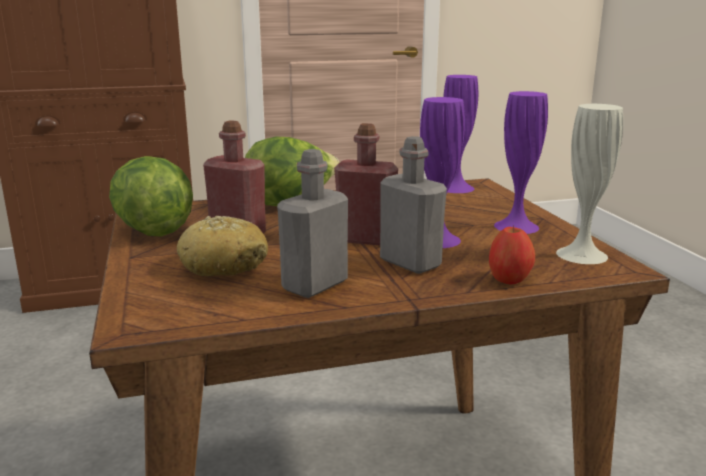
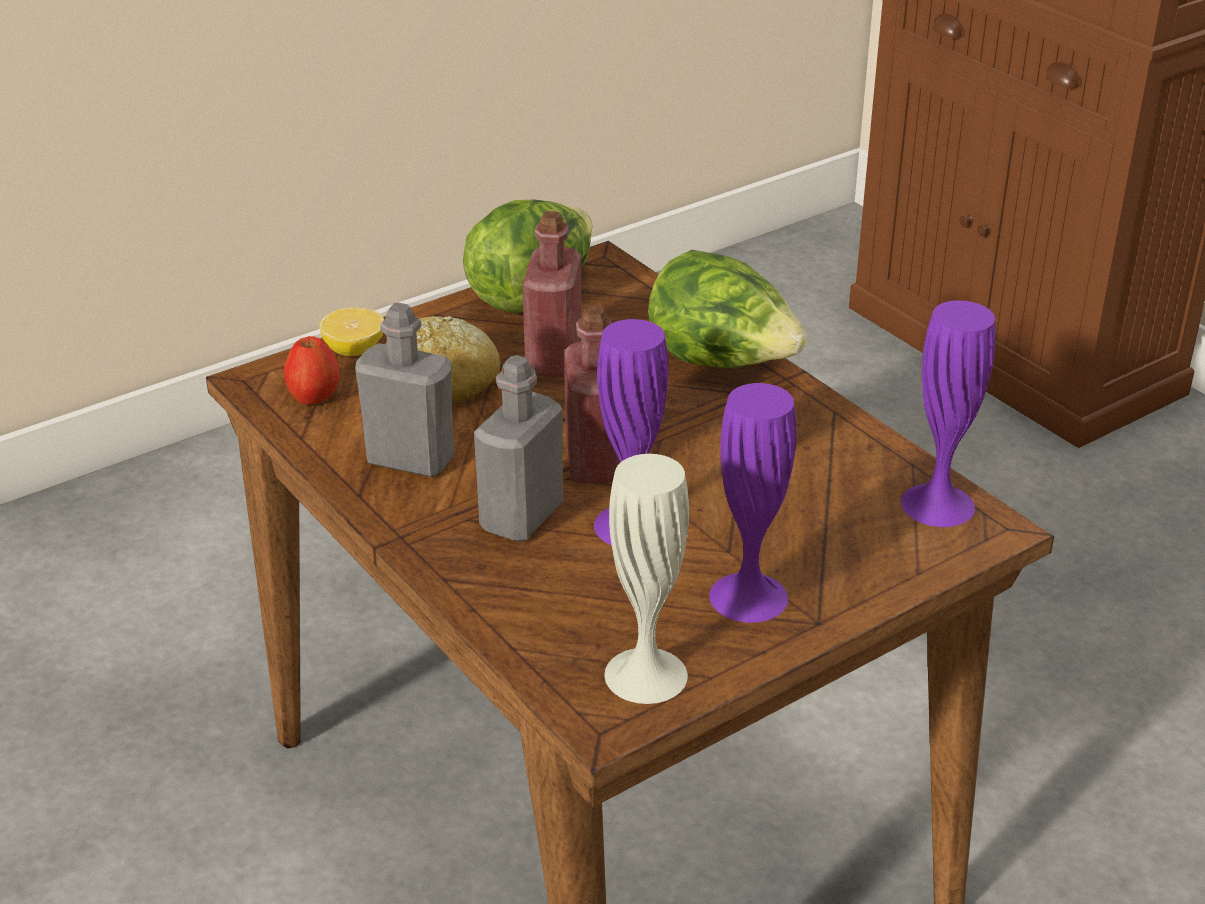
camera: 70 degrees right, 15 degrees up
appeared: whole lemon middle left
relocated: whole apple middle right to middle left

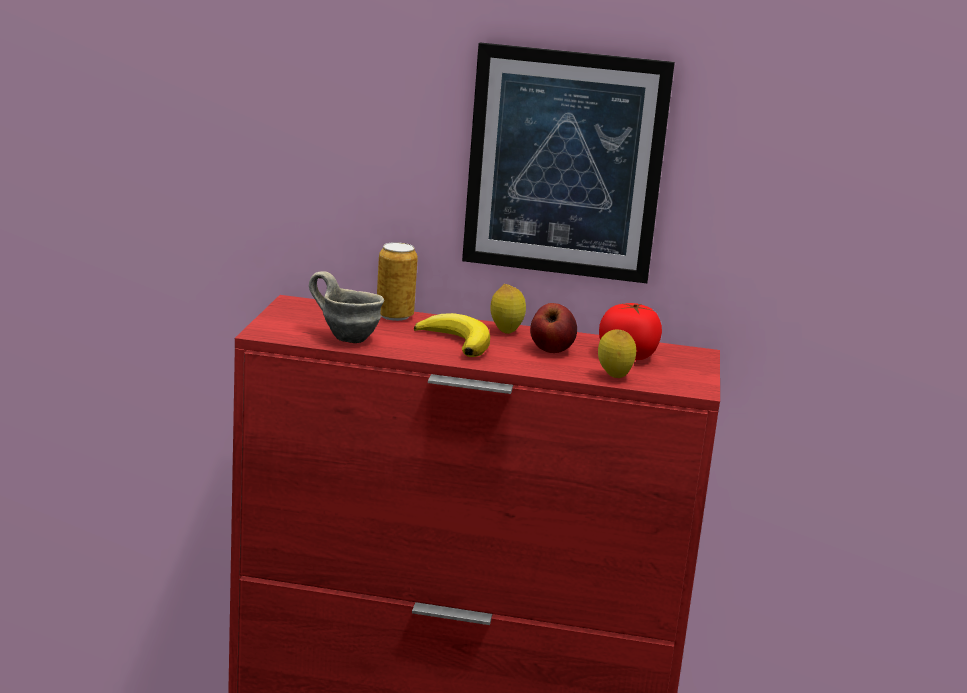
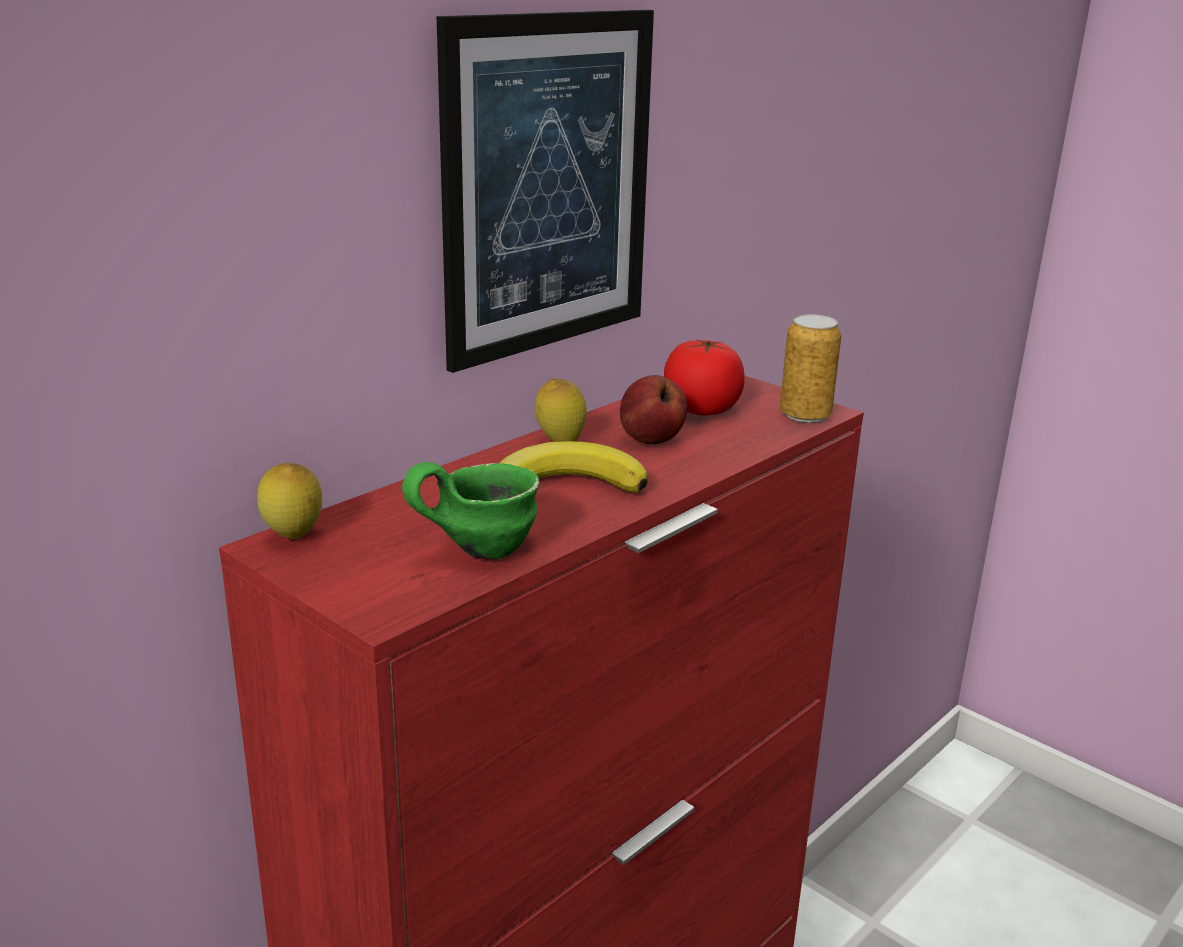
camera: 55 degrees left, 5 degrees up
relocated: can centre to middle right; whole lemon (no. 2 from left in the first image) centre to whole lemon (no. 1 from left) middle left
colour: grey mug centre to green mug centre

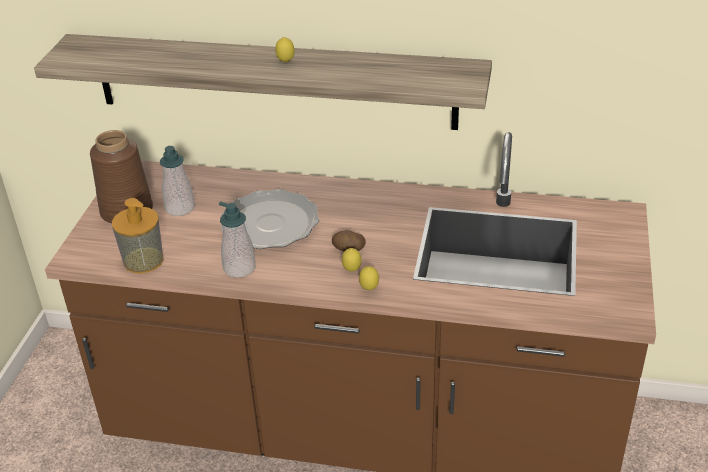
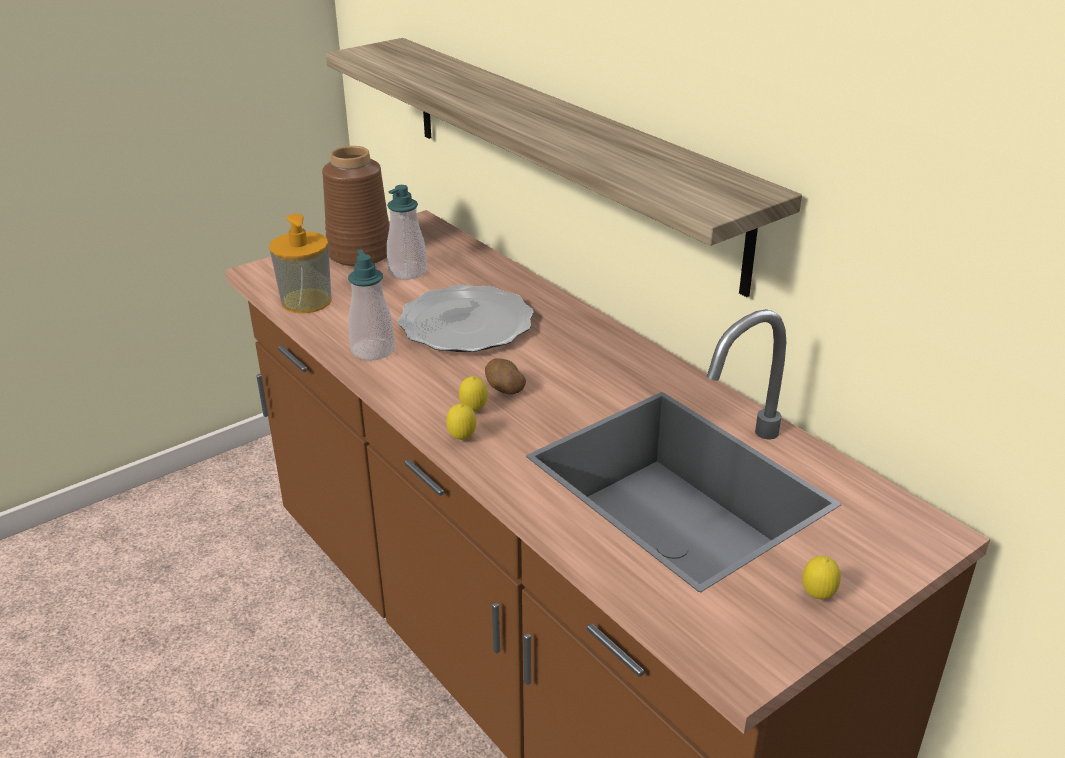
camera: 40 degrees right, 5 degrees down
relocated: whole lemon (no. 1 from left in the first image) top centre to whole lemon (no. 3 from left) bottom right

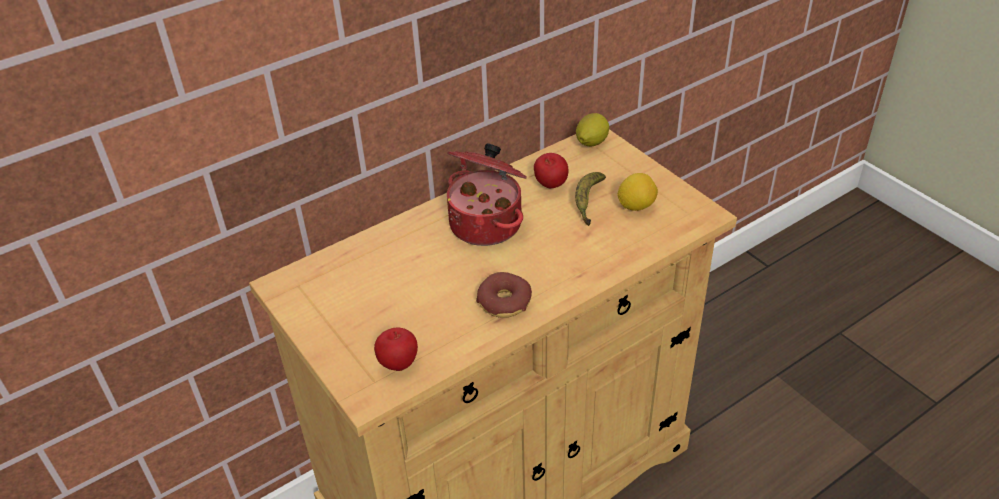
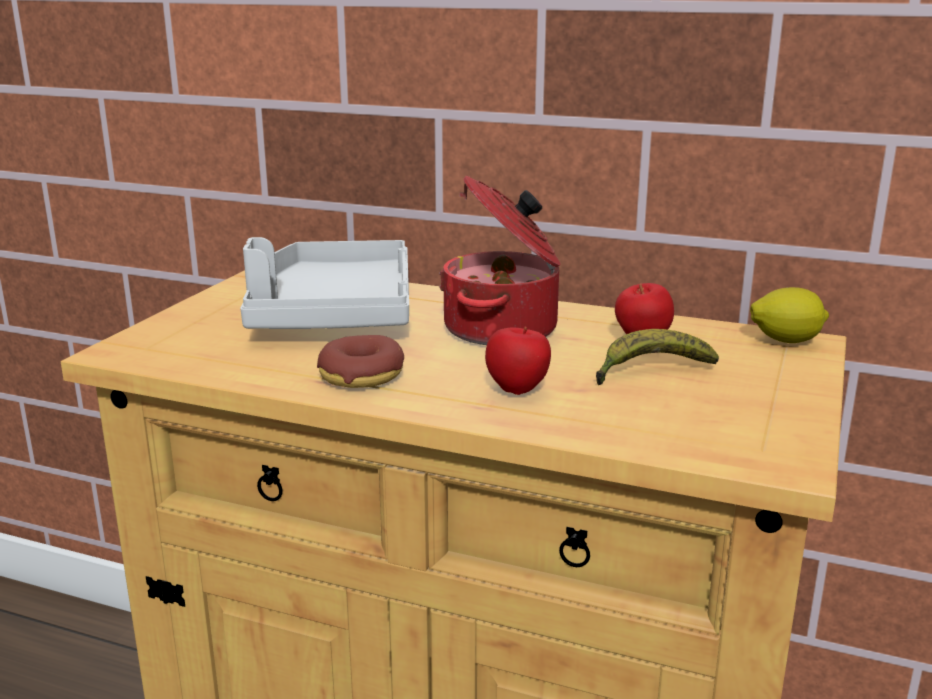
camera: 55 degrees right, 20 degrees down
missing: whole lemon (no. 2 from left) centre
appeared: grey tray centre
relocated: whole apple (no. 1 from left) bottom centre to centre

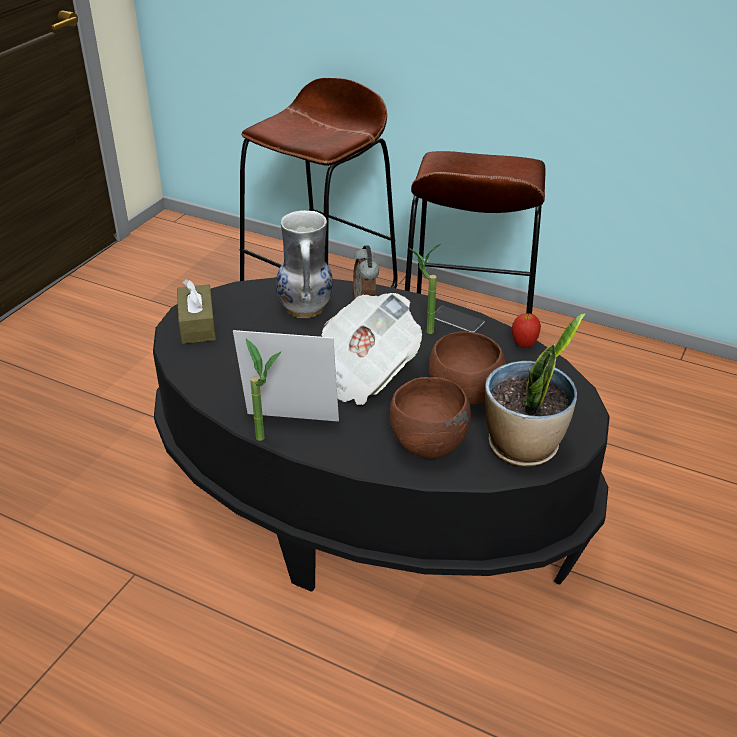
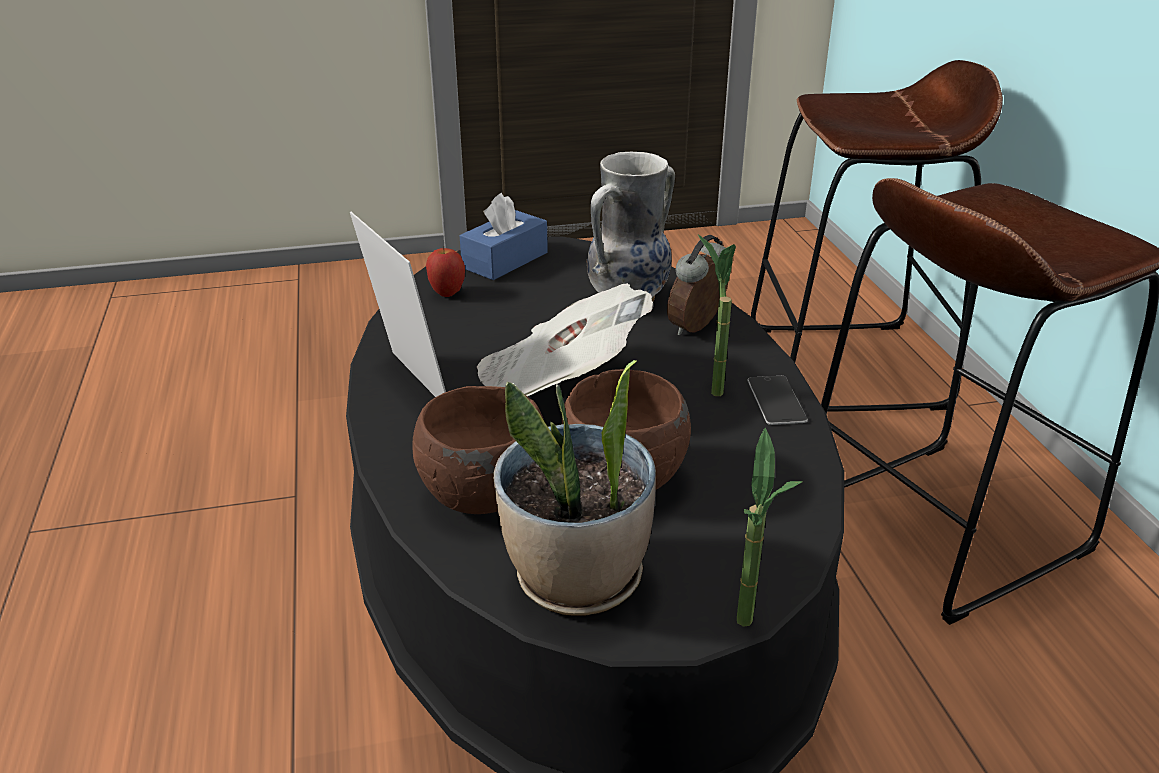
camera: 50 degrees right, 5 degrees down
relocated: houseplant (no. 1 from left in the first image) centre to houseplant (no. 3 from left) bottom centre; whole apple middle right to centre
colour: brown-coloured box of tissues middle left to blue-coloured box of tissues top centre

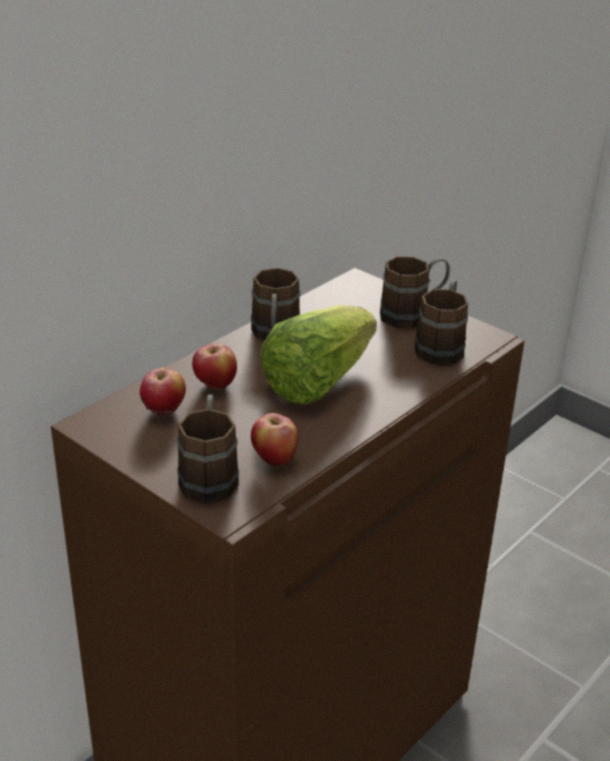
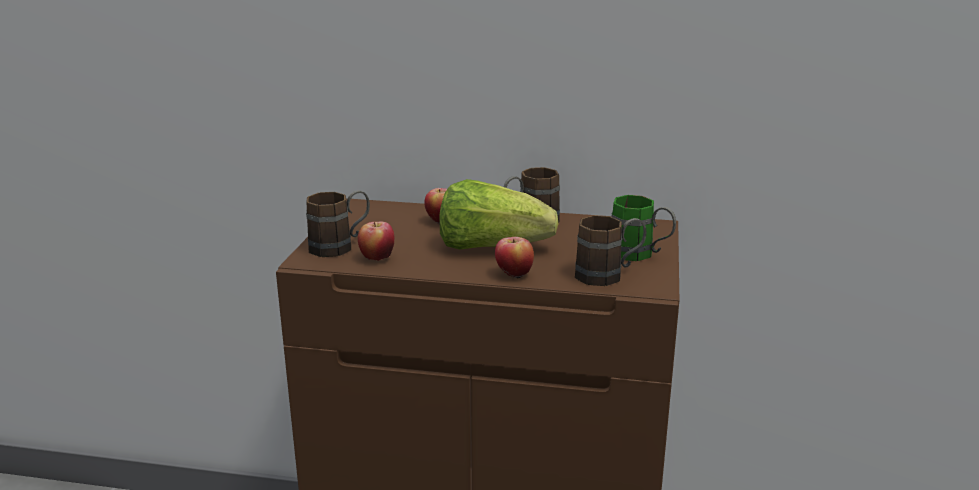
camera: 60 degrees right, 10 degrees down
relocated: whole apple (no. 1 from left in the first image) middle left to whole apple (no. 3 from left) centre
colour: brown-coloured mug (no. 3 from left) middle right to green mug centre

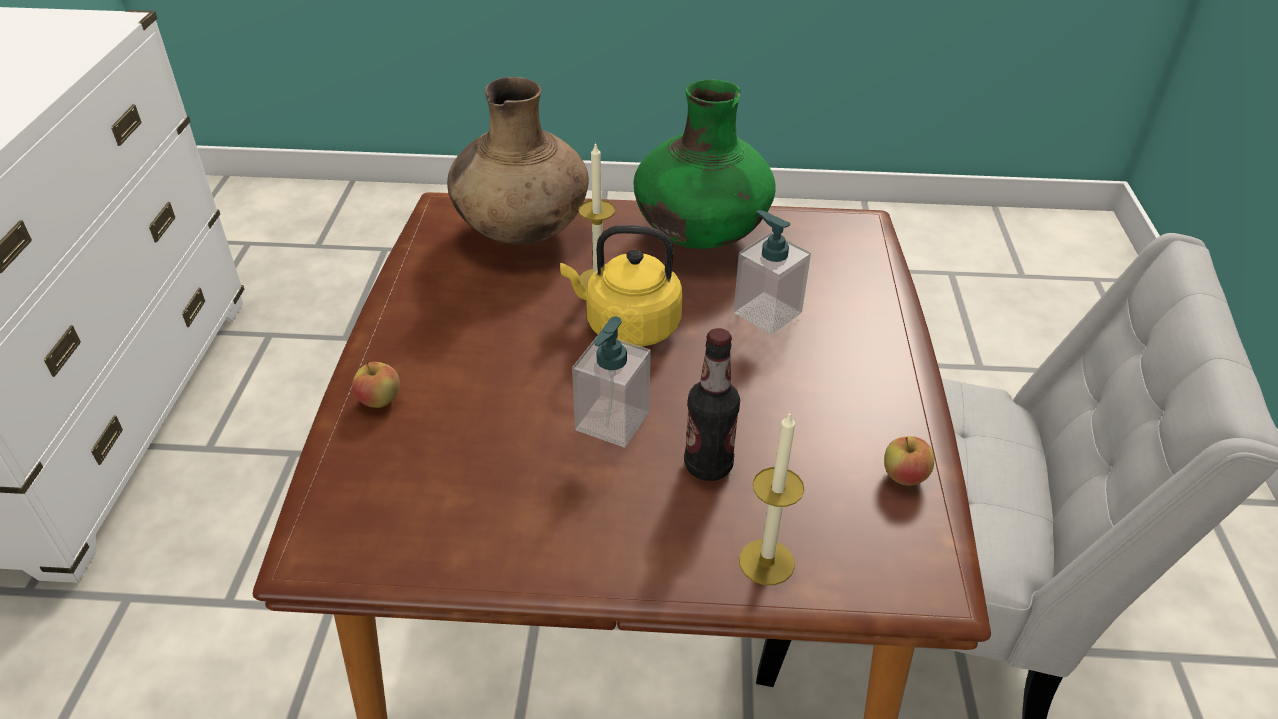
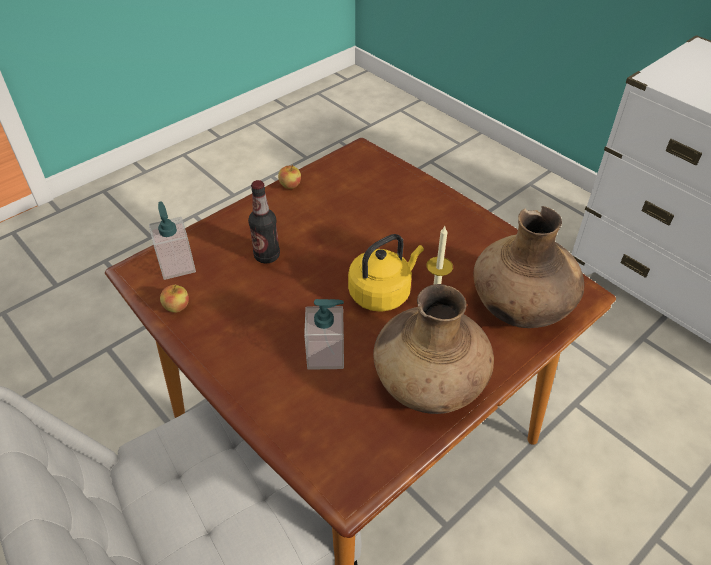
camera: 135 degrees right, 5 degrees up
missing: candle (no. 2 from left) bottom centre
relocated: whole apple (no. 1 from left in the first image) middle left to whole apple (no. 2 from left) top centre; soap dispenser (no. 1 from left) centre to middle left
colour: green vase top centre to brown-coloured vase (no. 1 from left) centre

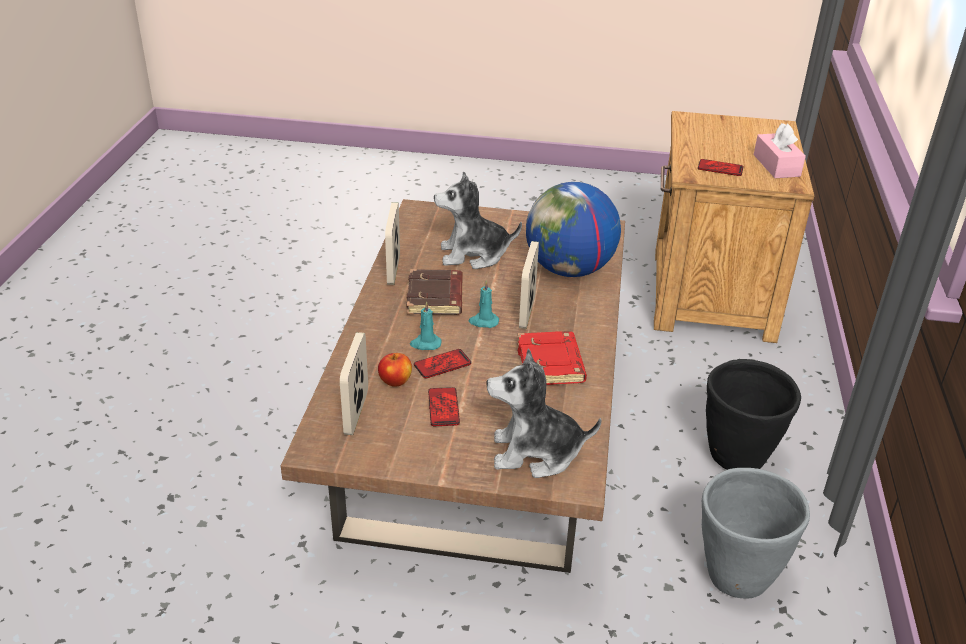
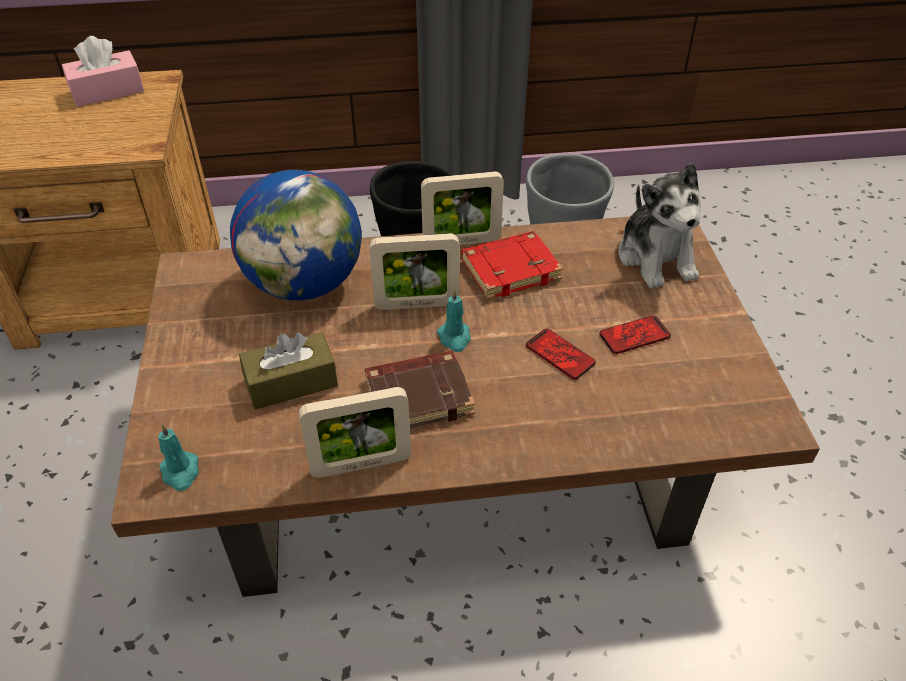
camera: 105 degrees left, 10 degrees up
missing: whole apple centre; phone (no. 3 from left) top right
relocated: picture frame (no. 1 from left in the first image) centre to picture frame (no. 3 from left) top centre; turquoise candle (no. 1 from left) centre to bottom left
exchanged: cuddly toy (no. 1 from left) centre to brown-coloured box of tissues middle left

